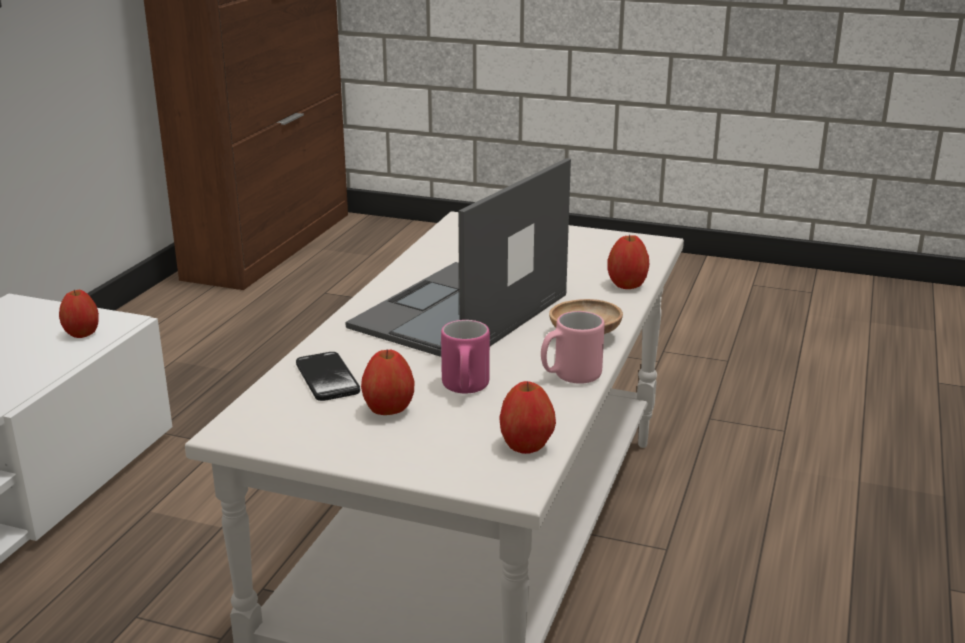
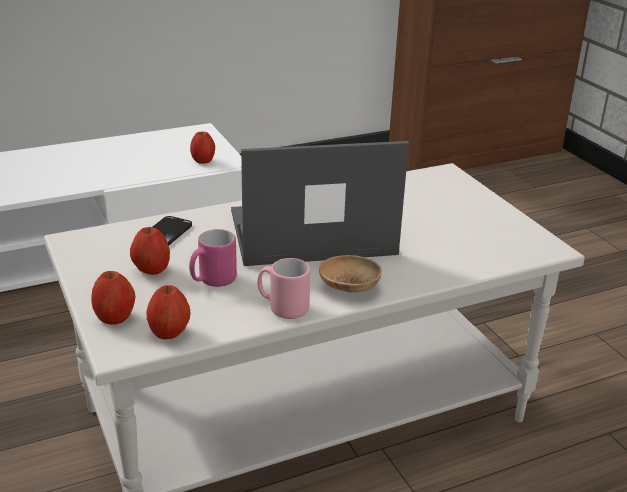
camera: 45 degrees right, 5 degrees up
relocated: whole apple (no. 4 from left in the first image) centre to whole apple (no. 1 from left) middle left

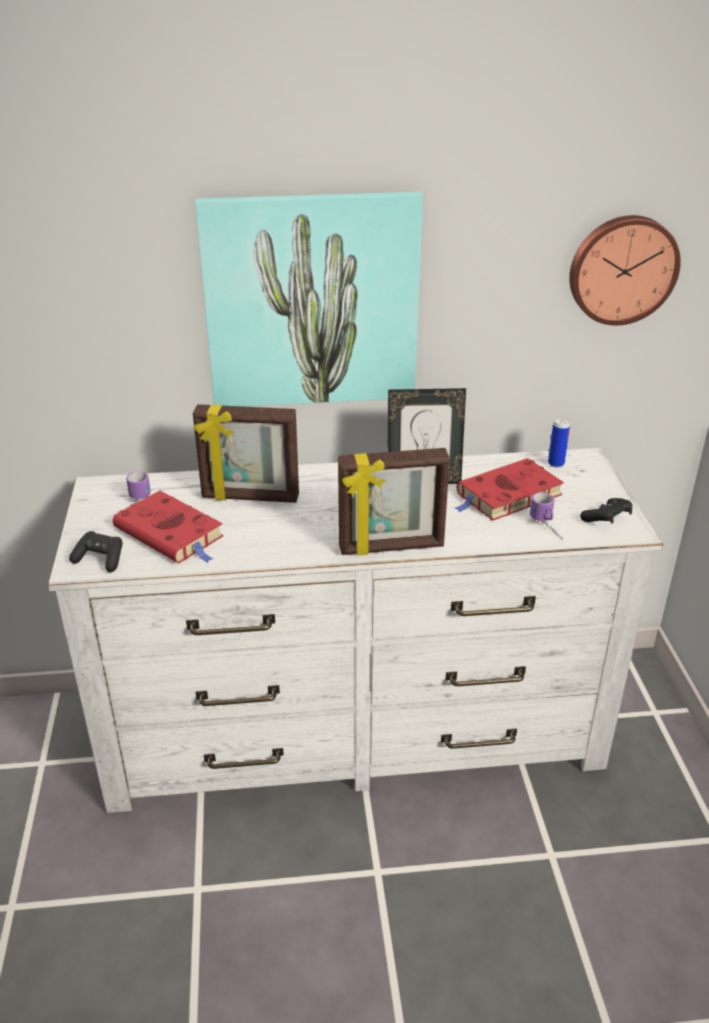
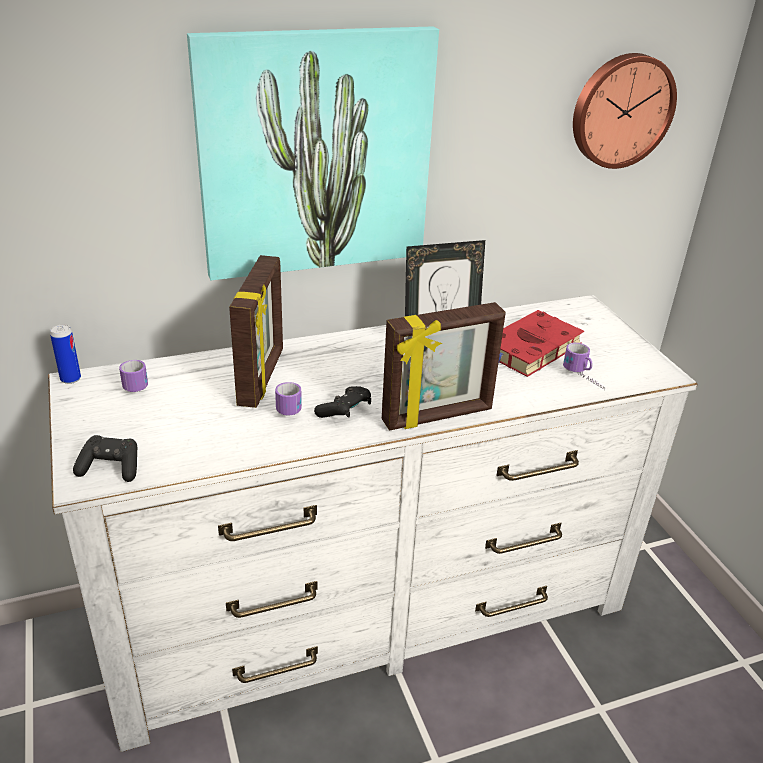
camera: 15 degrees left, 0 degrees up
missing: red-coloured book (no. 1 from left) middle left
appeared: mug (no. 2 from left) centre
relocated: can middle right to middle left; black game controller (no. 2 from left) middle right to centre
spun: picture frame (no. 1 from left) centre = centre 75 degrees counterclockwise

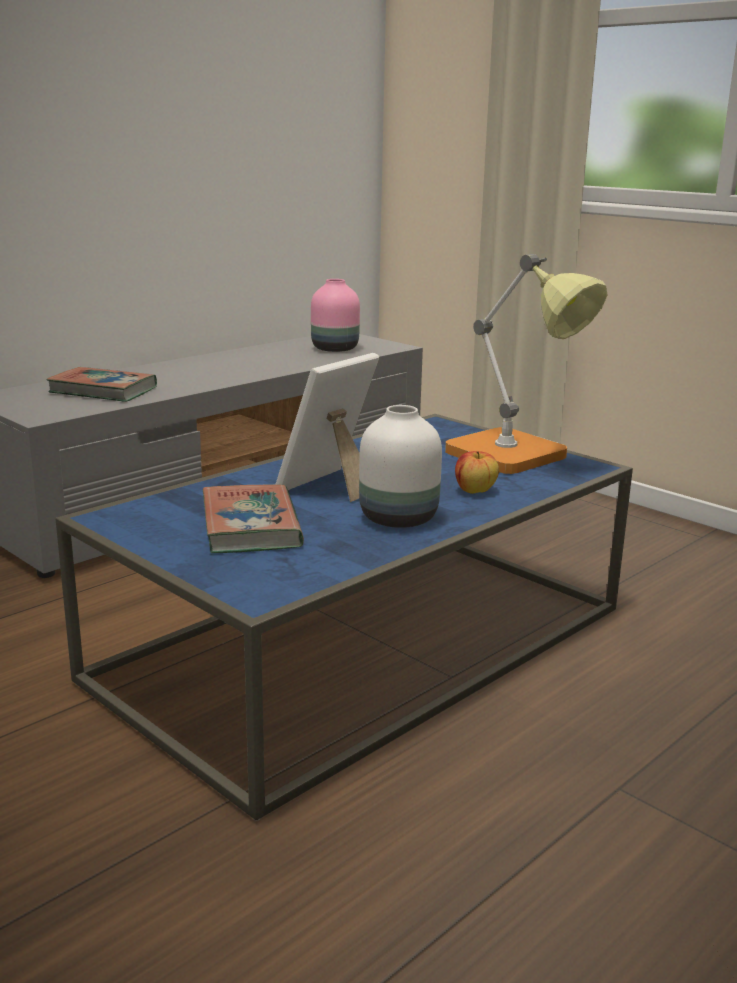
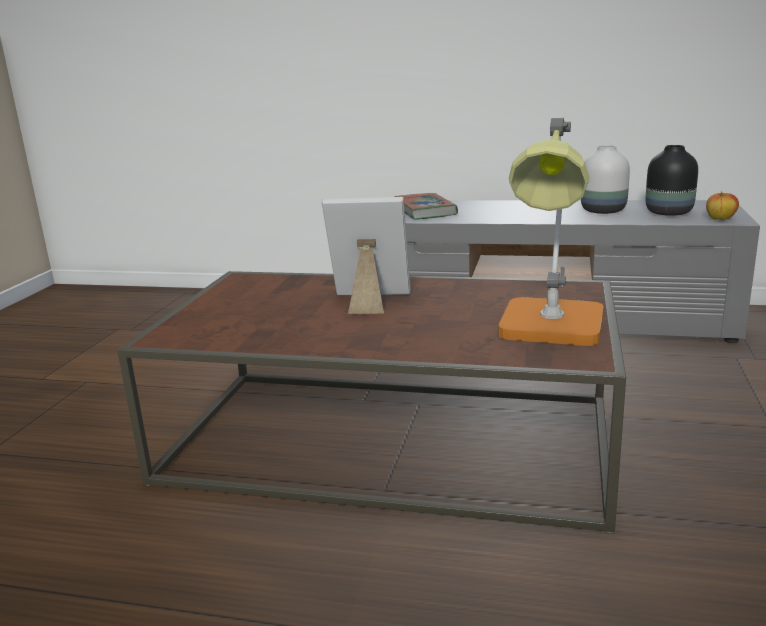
camera: 60 degrees right, 0 degrees up
missing: book (no. 2 from left) centre
relocated: white vase centre to top right; whole apple centre to top right
colour: blue-coloured lounge table centre to brown-coloured lounge table centre; pinkish vase top centre to black vase top right

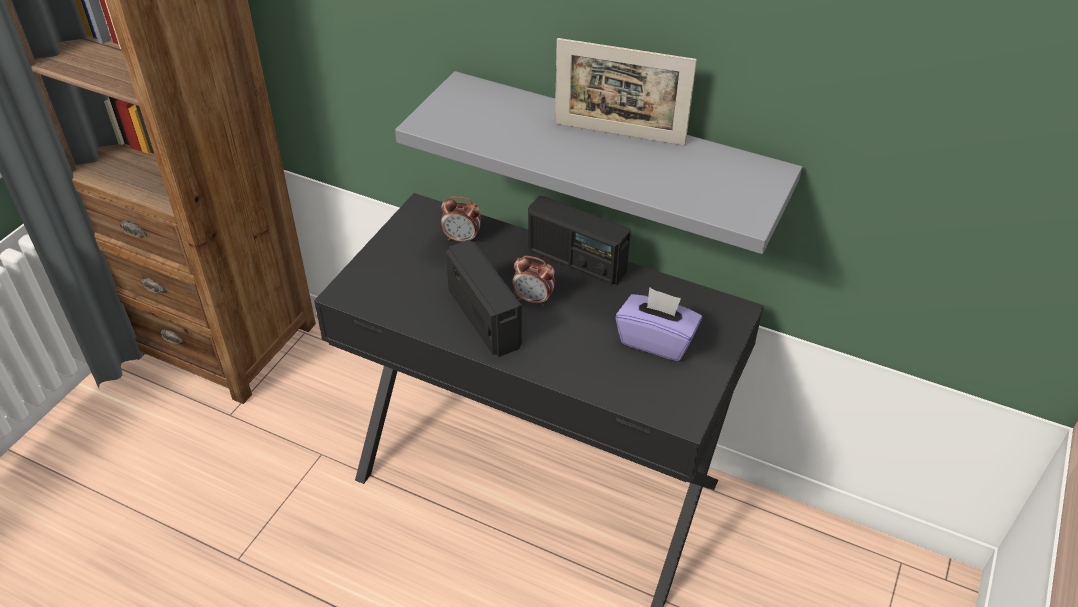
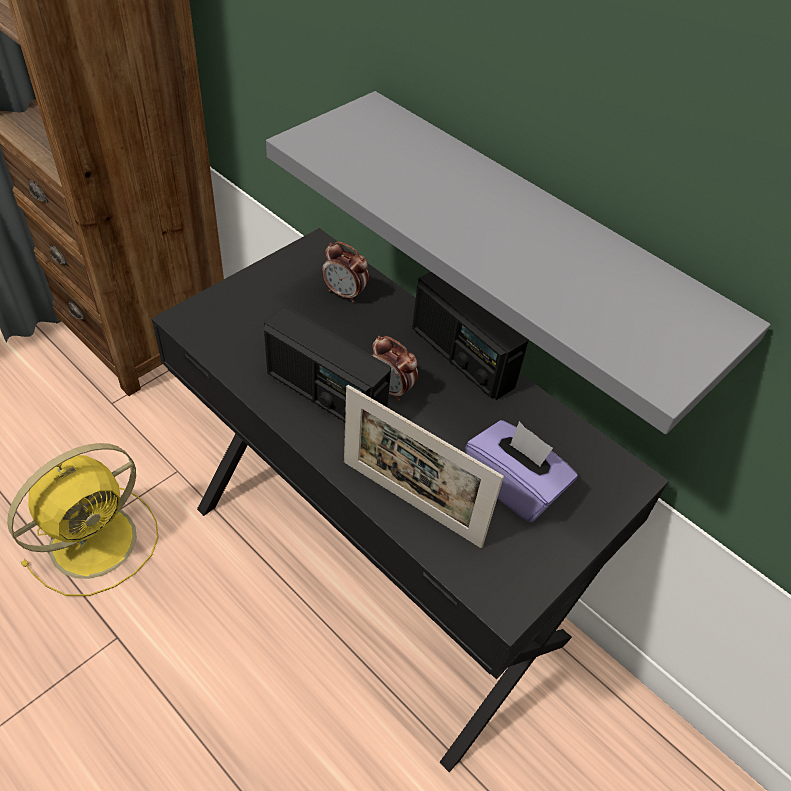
camera: 15 degrees right, 5 degrees up
appeared: yellow-coloured fan middle left
relocated: picture frame top centre to centre
spun: radio set (no. 1 from left) centre = centre 135 degrees clockwise

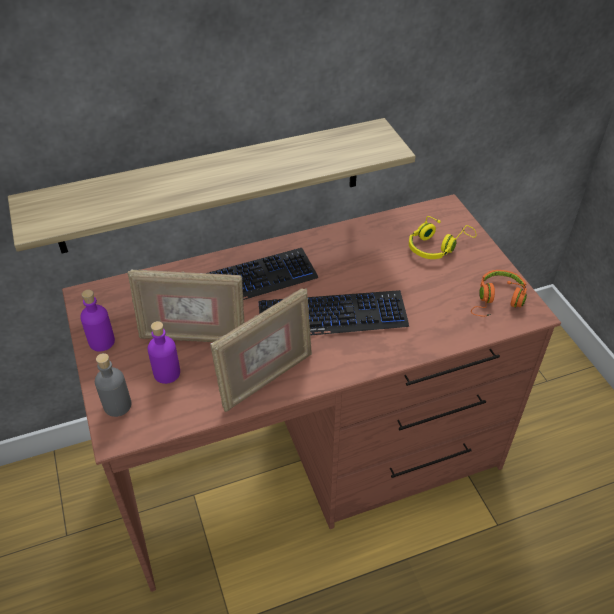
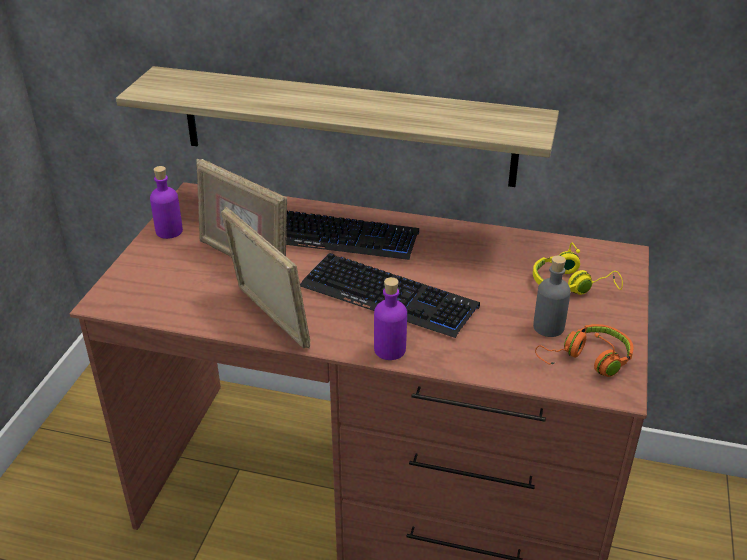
camera: 35 degrees right, 10 degrees down
relocated: grey bottle middle left to middle right; purple-coloured bottle (no. 2 from left) middle left to centre
spun: picture frame (no. 2 from left) centre = centre 120 degrees counterclockwise

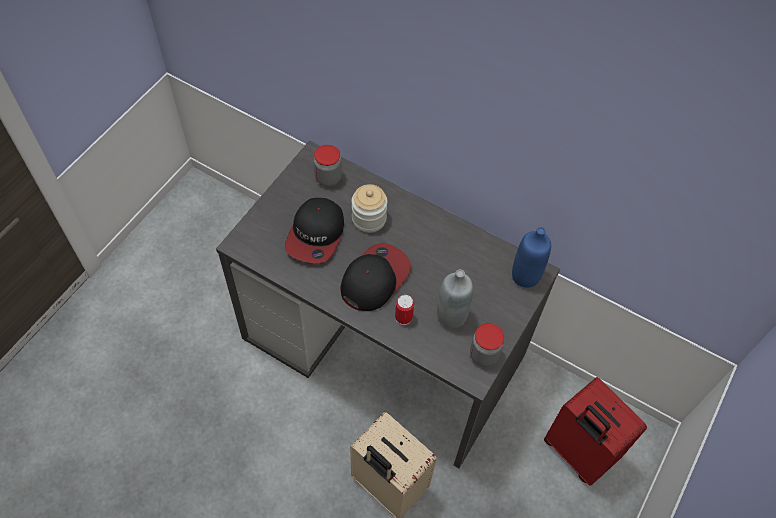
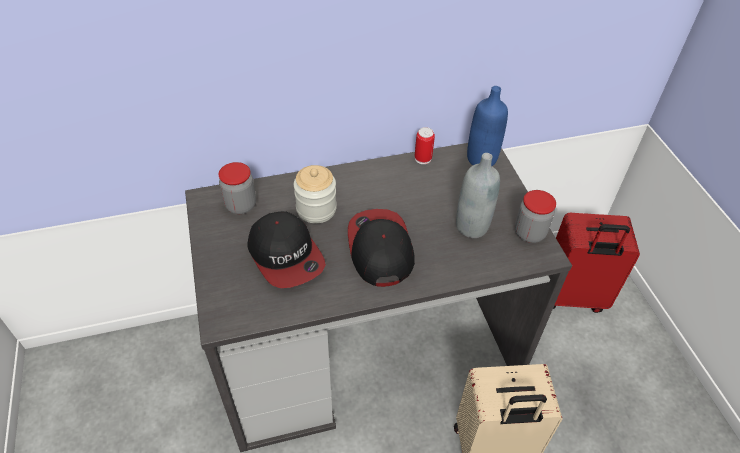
camera: 45 degrees left, 10 degrees down
relocated: can centre to top centre

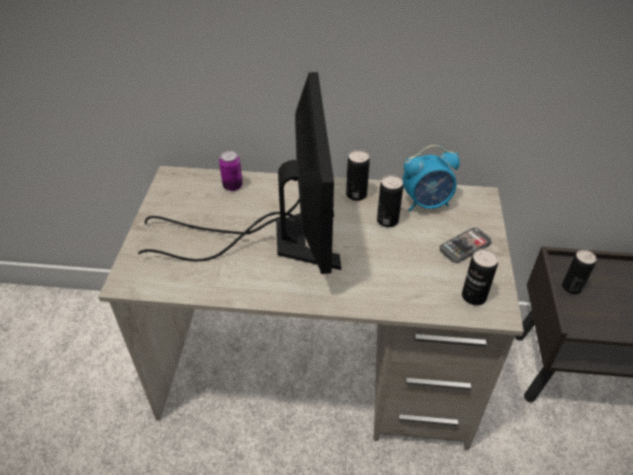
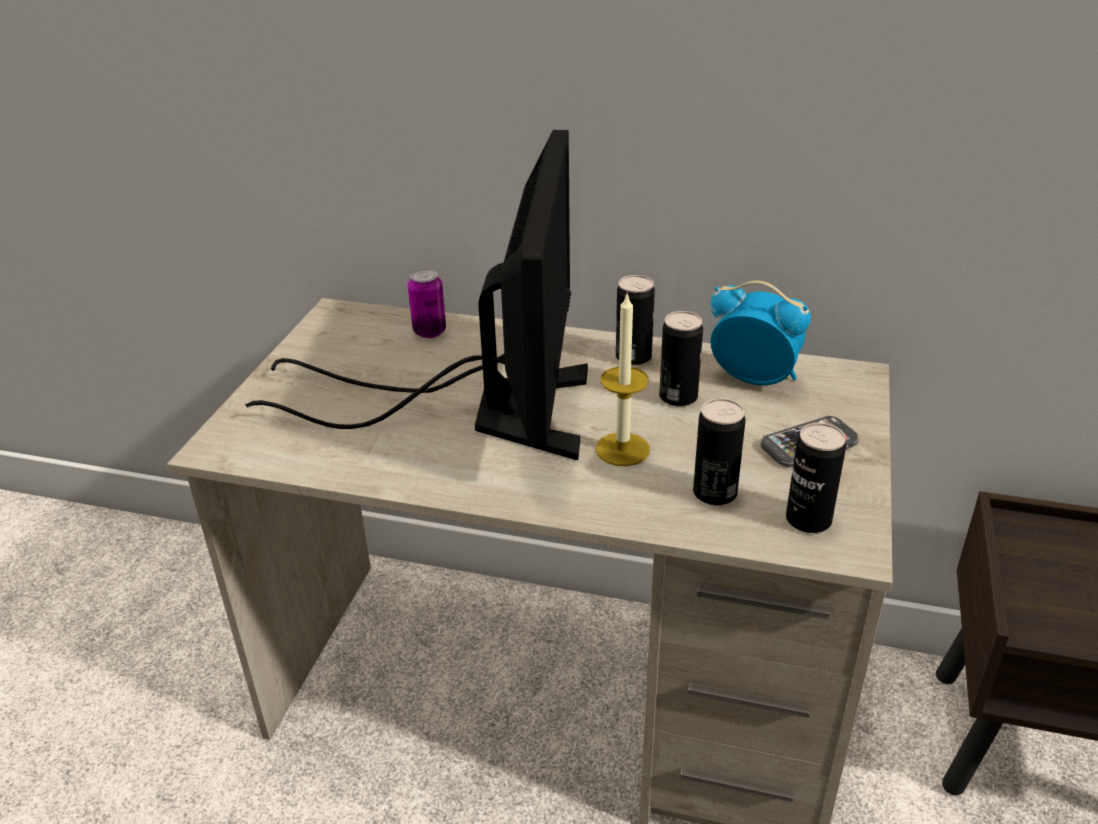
camera: 10 degrees right, 10 degrees down
appeared: candle centre
relocated: can (no. 5 from left in the first image) middle right to can (no. 4 from left) centre
spun: bedside clock middle right = middle right 150 degrees counterclockwise

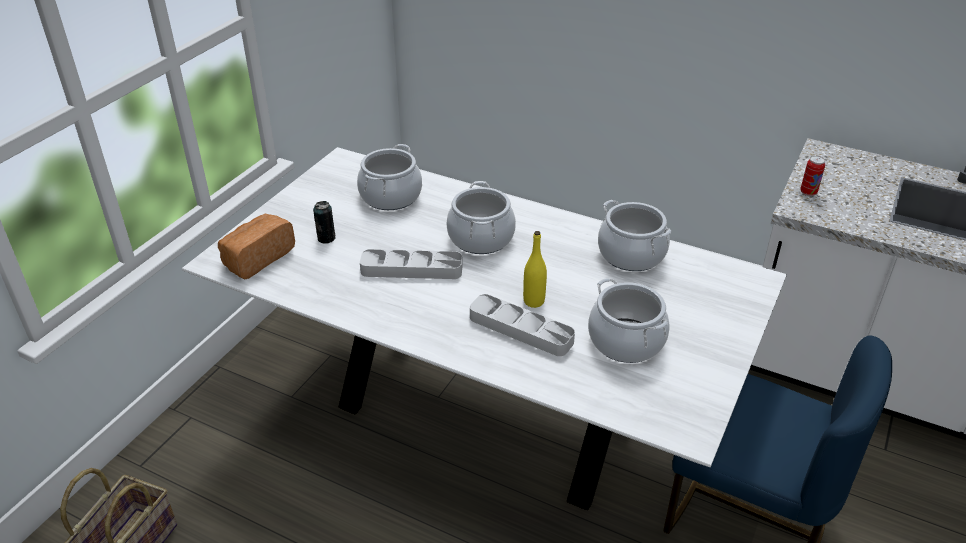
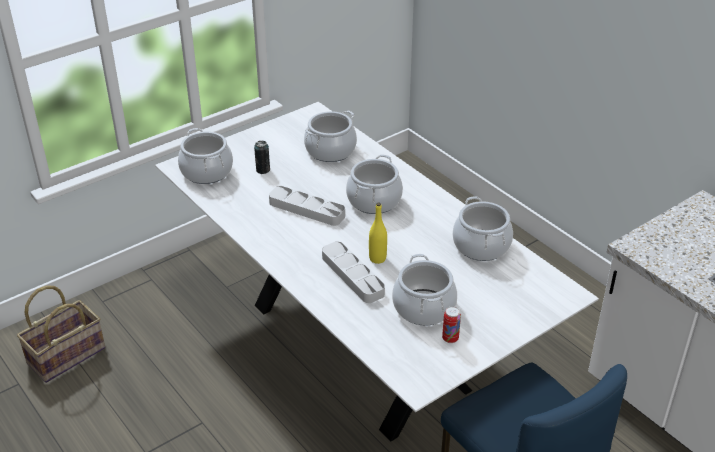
camera: 25 degrees right, 0 degrees up
relocated: can (no. 2 from left) top right to bottom centre
exchanged: bakery bread middle left to saucepot (no. 1 from left) middle left

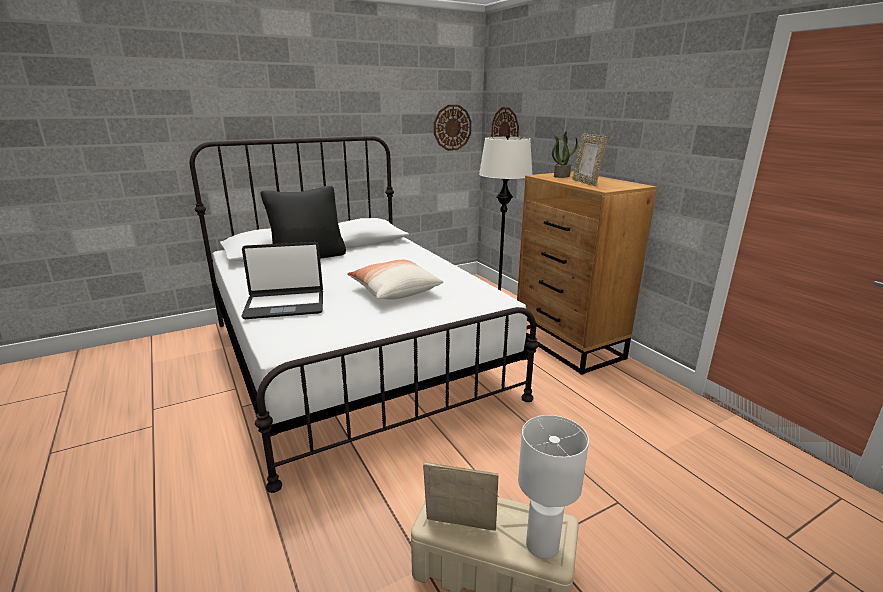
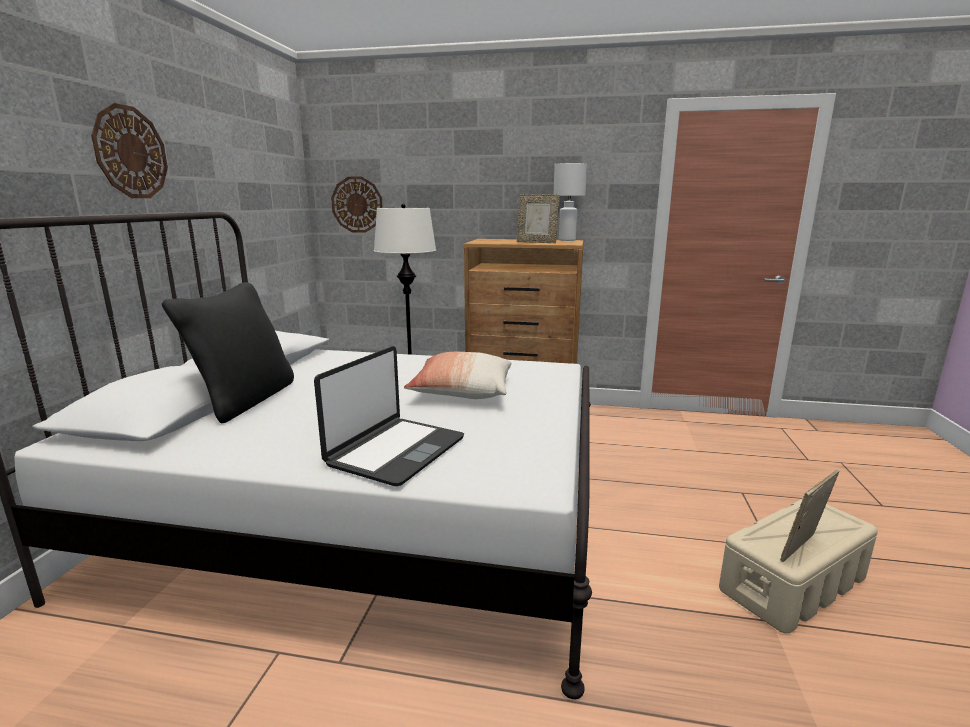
camera: 50 degrees left, 5 degrees down
missing: houseplant top centre
relocated: wall clock (no. 1 from left) top centre to top left; white lamp for a table bottom centre to top centre

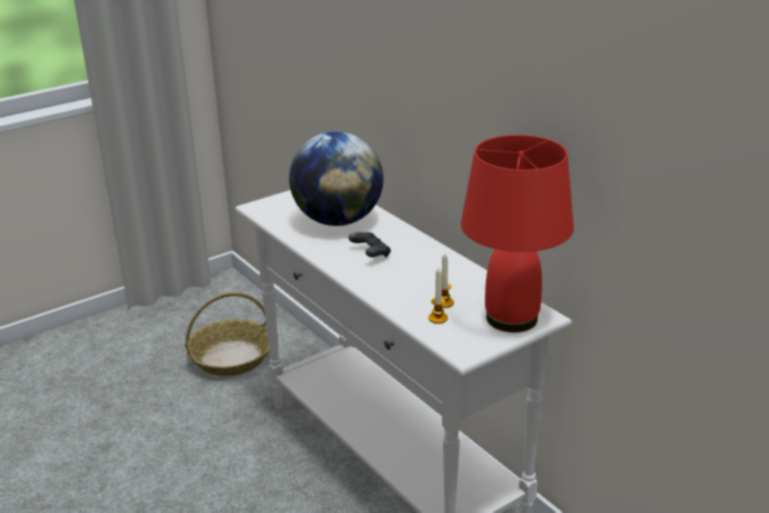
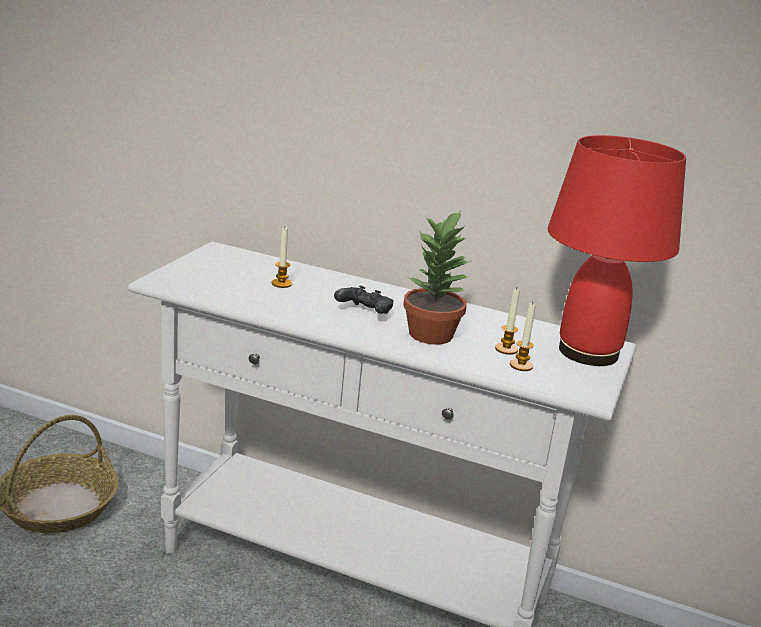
camera: 35 degrees left, 5 degrees down
appeared: houseplant centre
exchanged: globe centre to candle (no. 1 from left) centre

